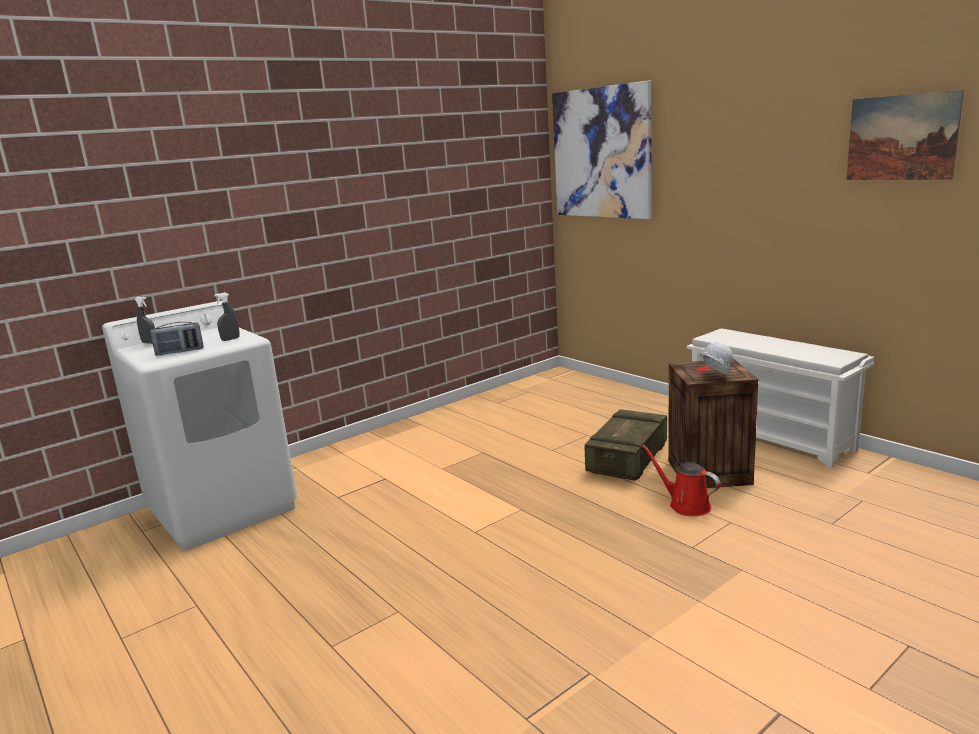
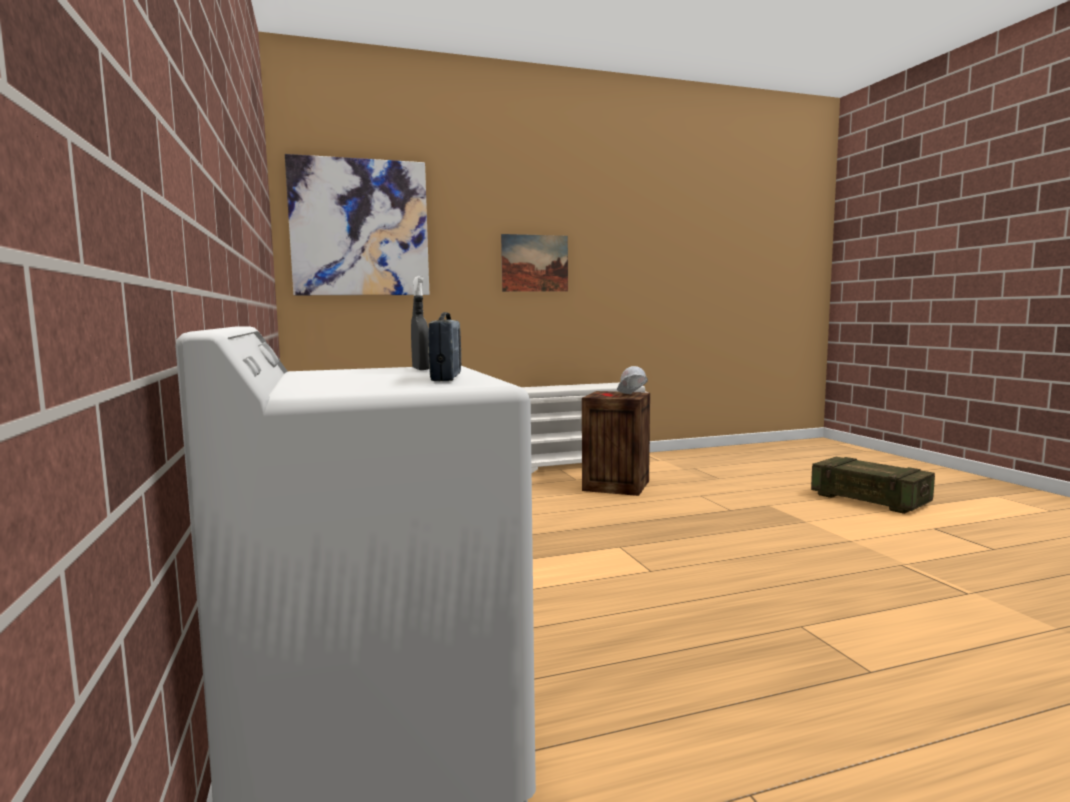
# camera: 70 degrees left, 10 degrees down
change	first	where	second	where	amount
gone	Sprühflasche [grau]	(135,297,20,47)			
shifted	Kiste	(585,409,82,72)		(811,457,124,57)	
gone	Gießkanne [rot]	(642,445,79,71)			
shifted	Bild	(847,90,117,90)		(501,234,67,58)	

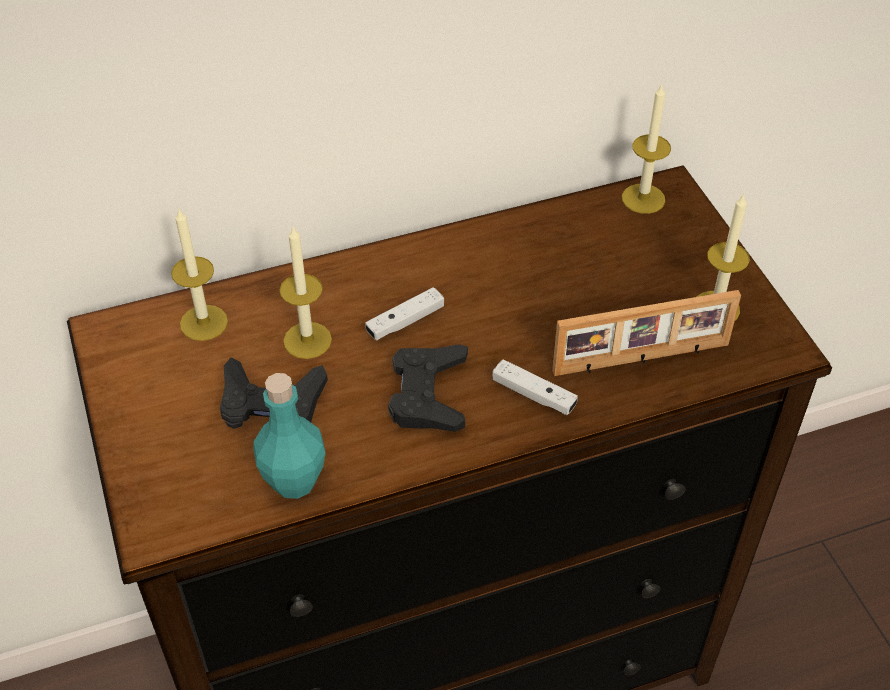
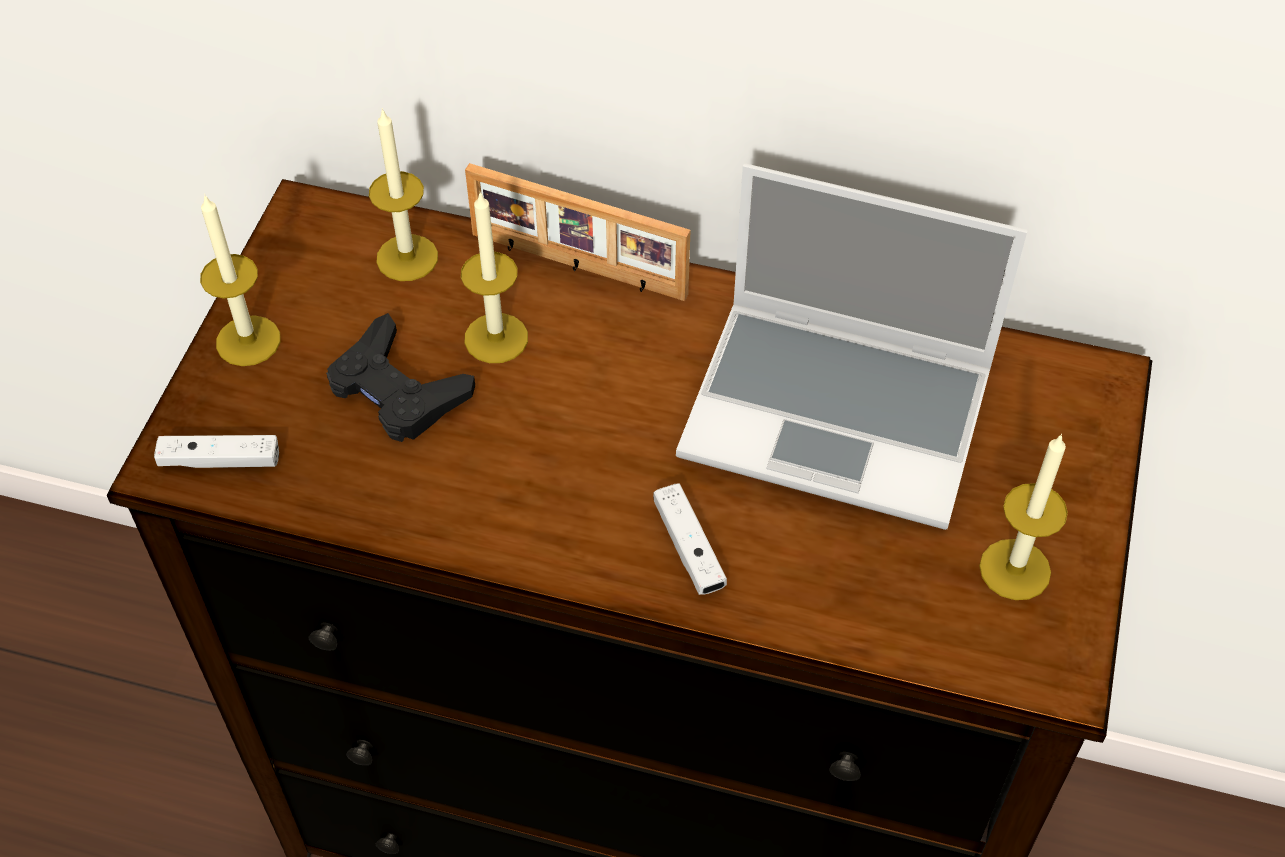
# camera: 35 degrees right, 5 degrees up
change	first	where	second	where	amount
gone	Flasche [türkis]	(253,373,73,126)			
shifted	Gamepad [weiß]	(365,287,79,53)		(154,435,125,33)	
gone	Gamepad [schwarz]	(388,344,80,88)			
shifted	Bilderrahmen	(552,290,189,86)		(465,163,226,138)	
shifted	Kerze	(622,84,49,130)		(200,195,80,171)	
new			Laptop	(676,163,351,367)	

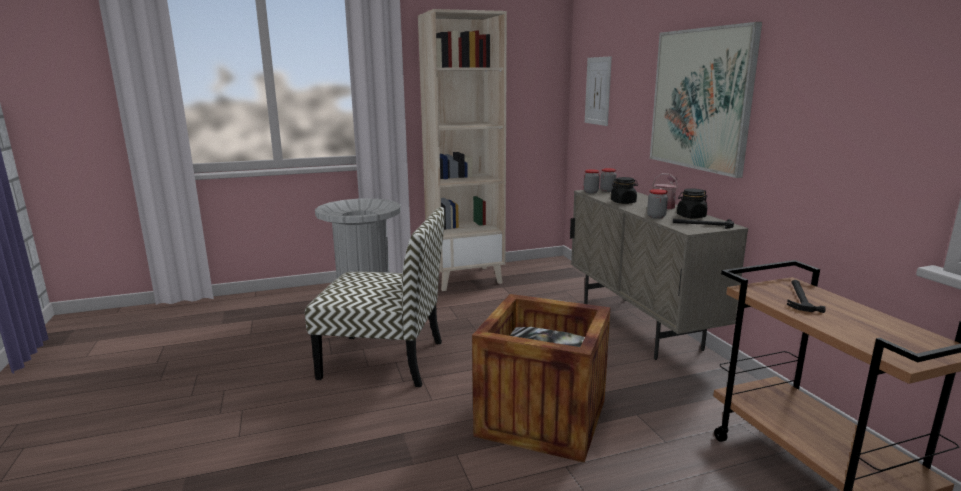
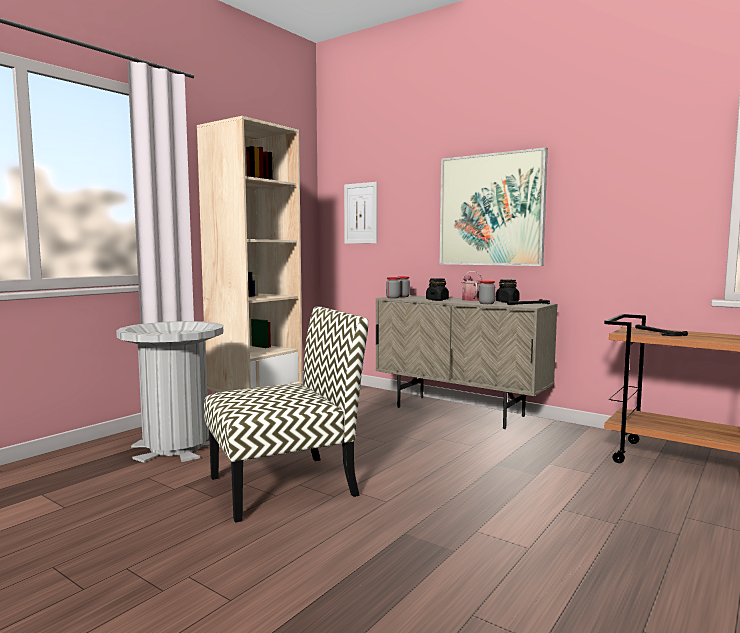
# camera: 35 degrees left, 10 degrees down
change	first	where	second	where	amount
gone	Kiste	(472,294,139,169)			

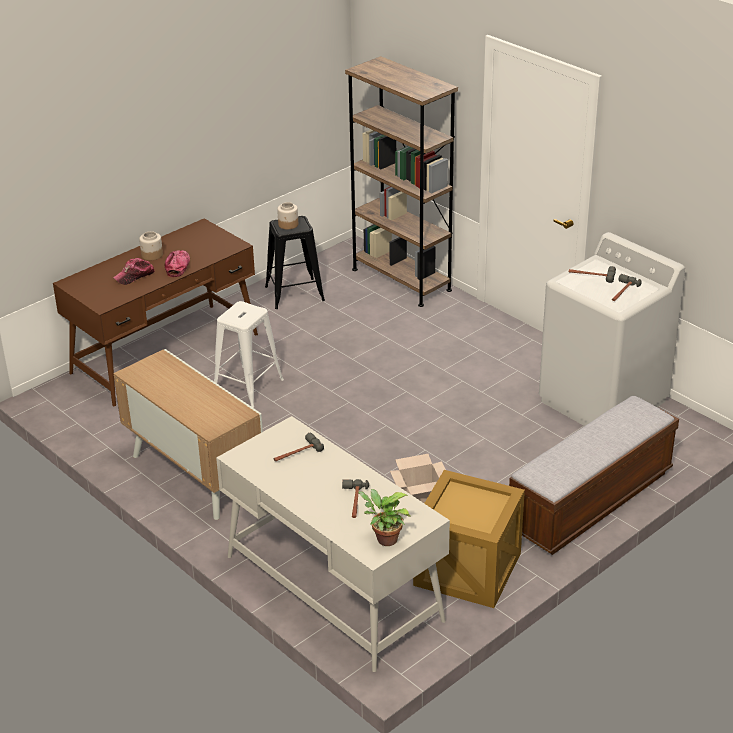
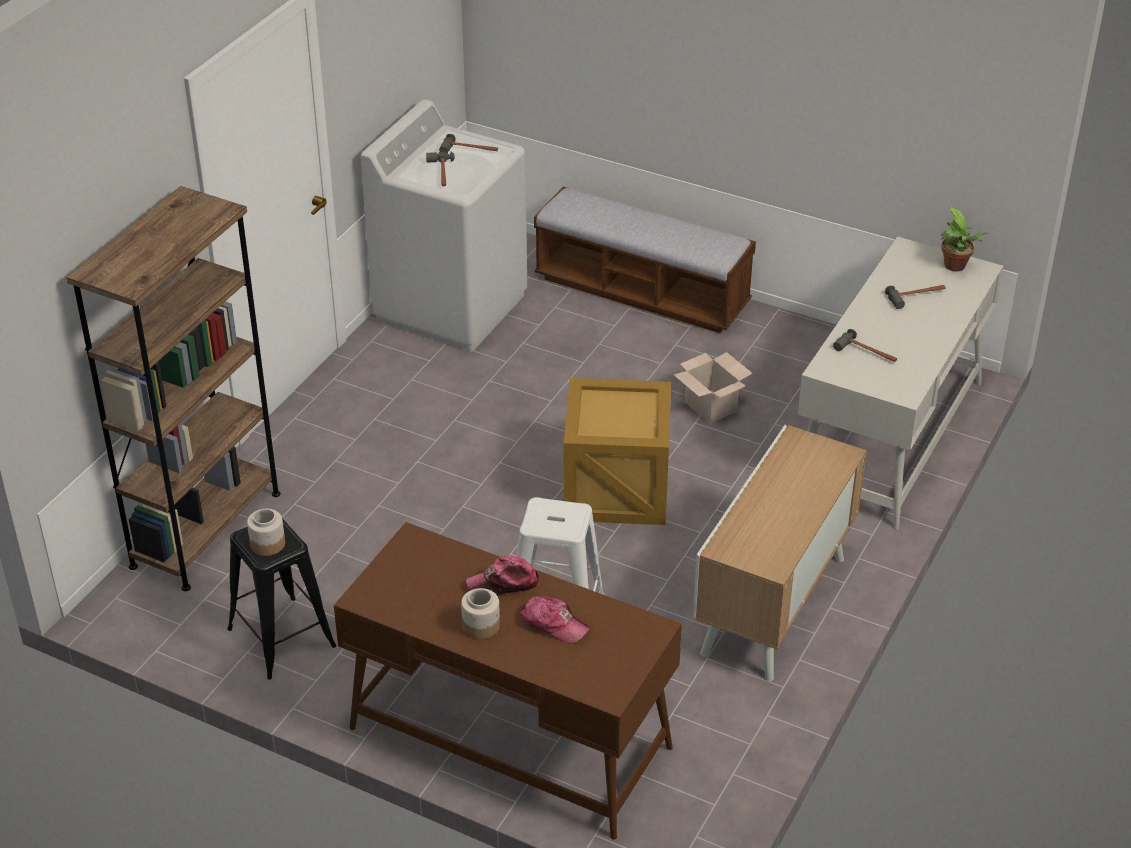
# camera: 110 degrees left, 5 degrees up
change	first	where	second	where	amount
shifted	Kiste	(413,470,112,138)		(564,378,107,147)	

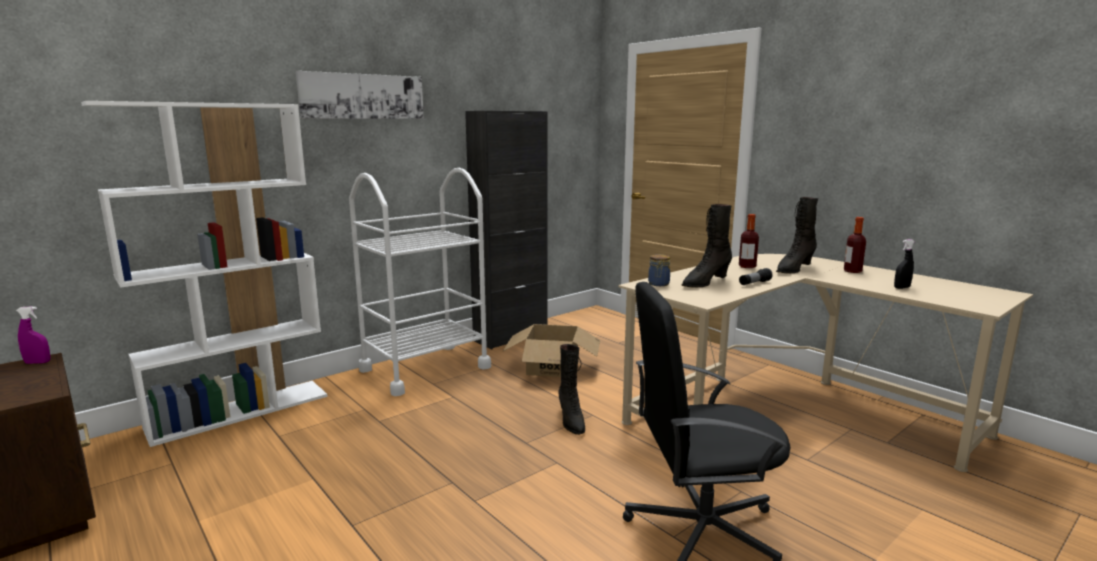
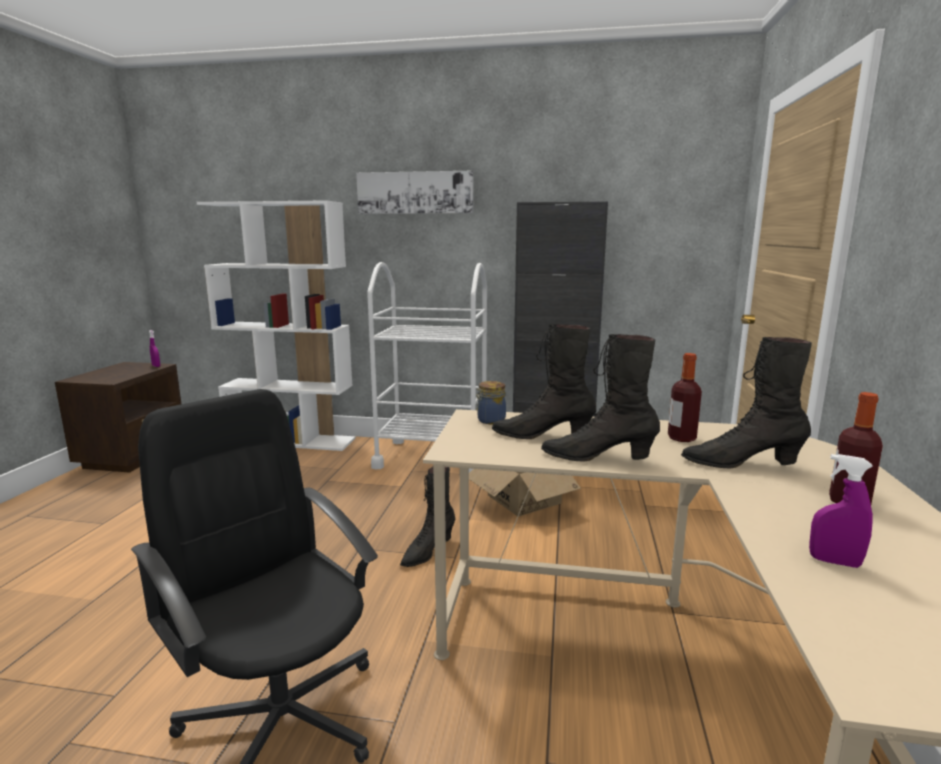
# camera: 50 degrees right, 0 degrees up
change	first	where	second	where	amount
swapped	Taschenlampe	(739,268,34,17)	Stiefel [schwarz]	(541,334,119,128)	
repainted	Sprühflasche [schwarz]	(894,239,21,50)	Sprühflasche [lila]	(809,454,64,114)	

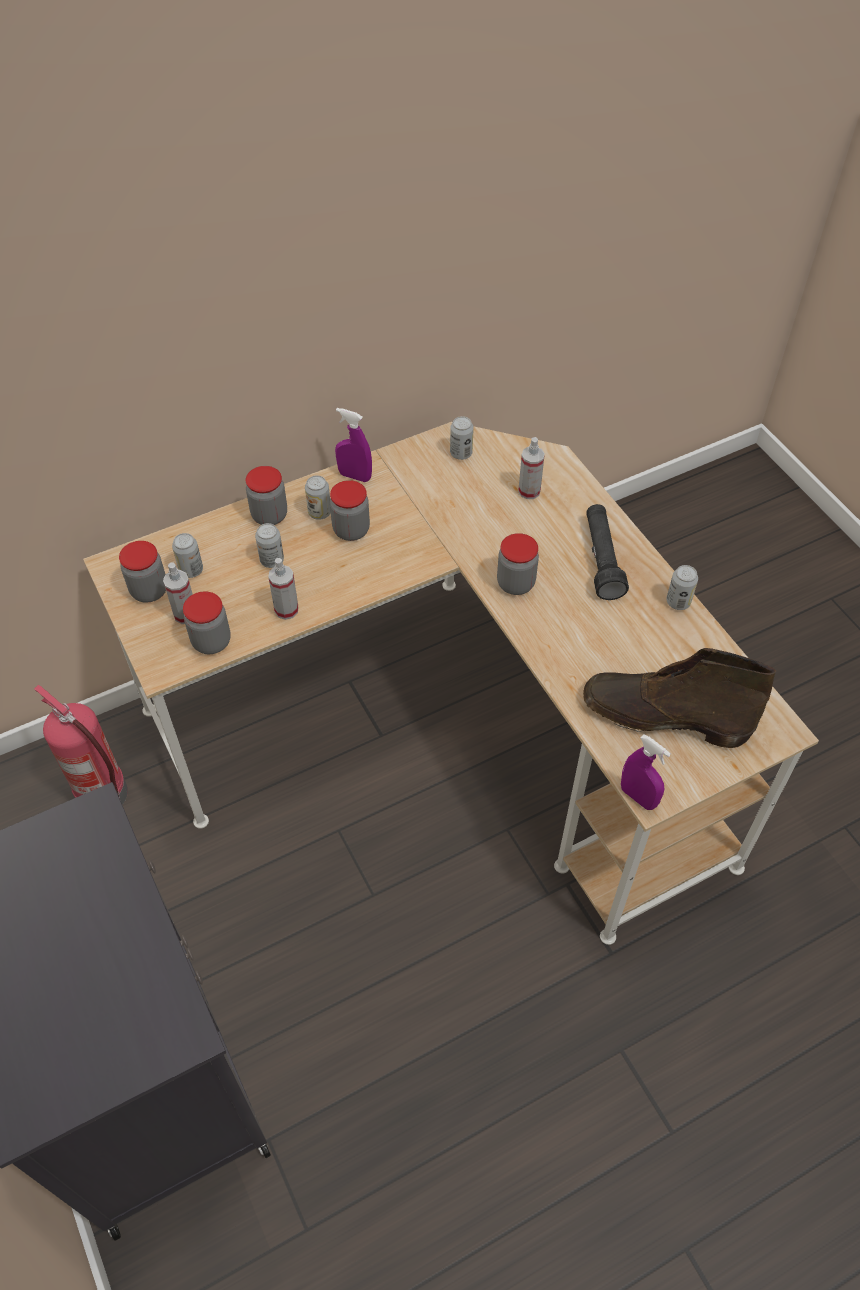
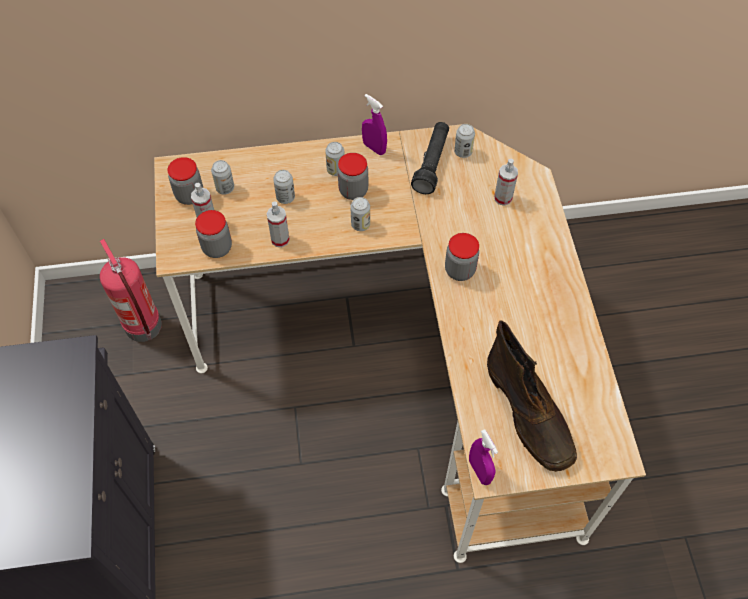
# camera: 20 degrees right, 5 degrees up
change	first	where	second	where	amount
gone	Vorratsglas	(246,466,41,59)			
rotated	Stiefel [braun]	(583,648,193,100)		(487,320,90,152)	150 degrees counterclockwise
shifted	Taschenlampe [schwarz]	(586,504,43,96)		(411,122,38,72)	
shifted	Dose	(666,565,32,45)		(350,197,20,34)	

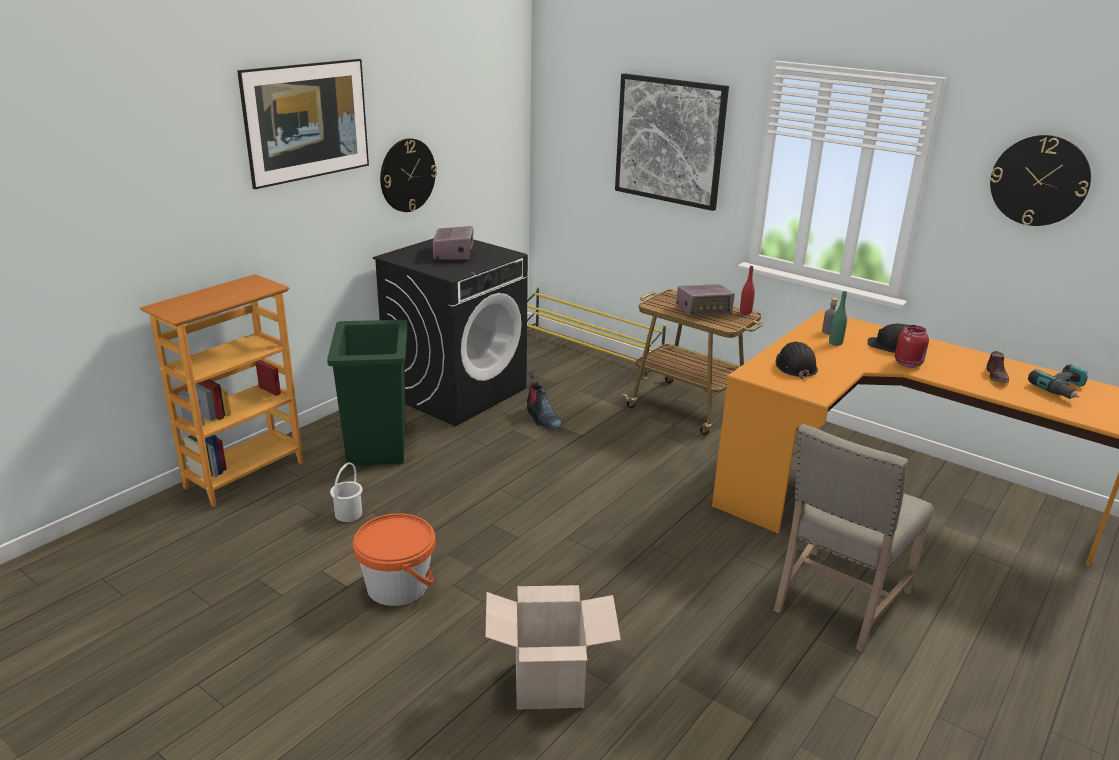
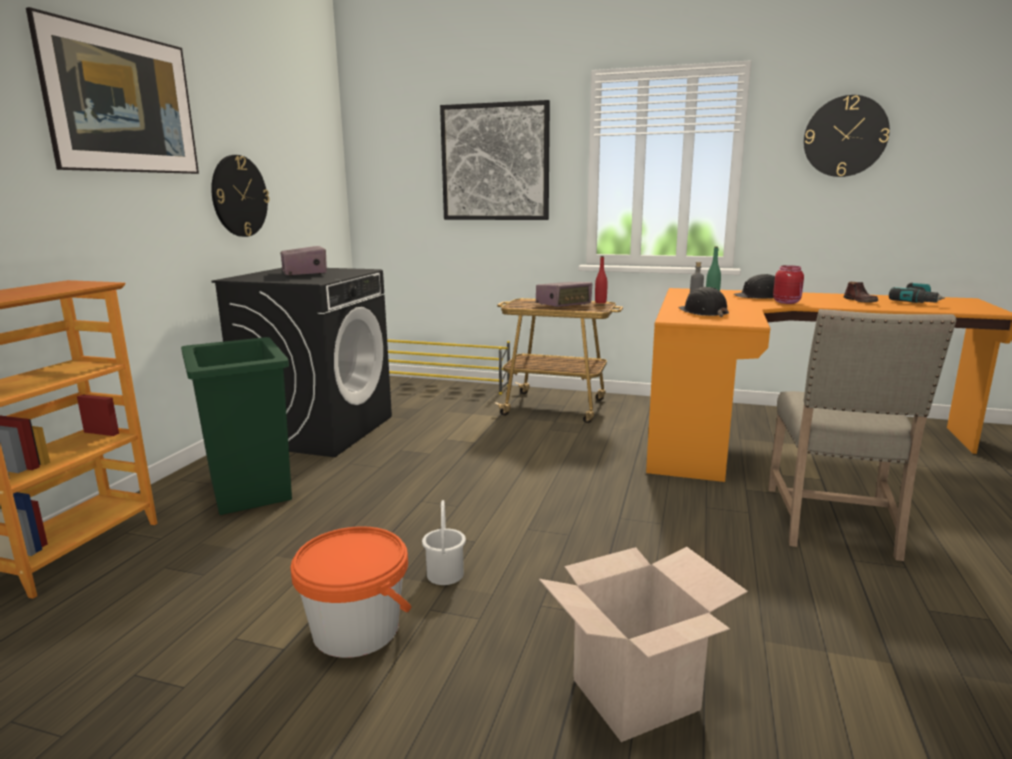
# camera: 20 degrees left, 10 degrees down
change	first	where	second	where	amount
shifted	Eimer [weiß]	(330,462,33,60)		(422,500,44,85)	
gone	Stiefel	(527,372,35,58)			

